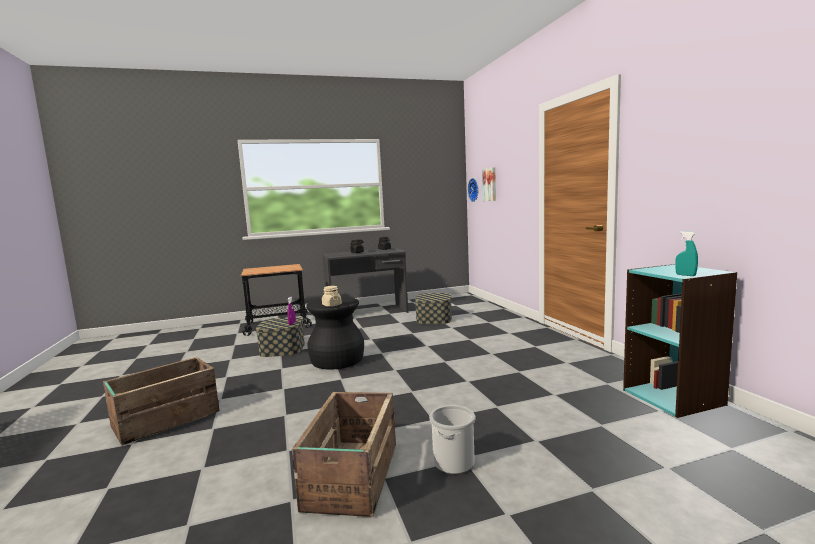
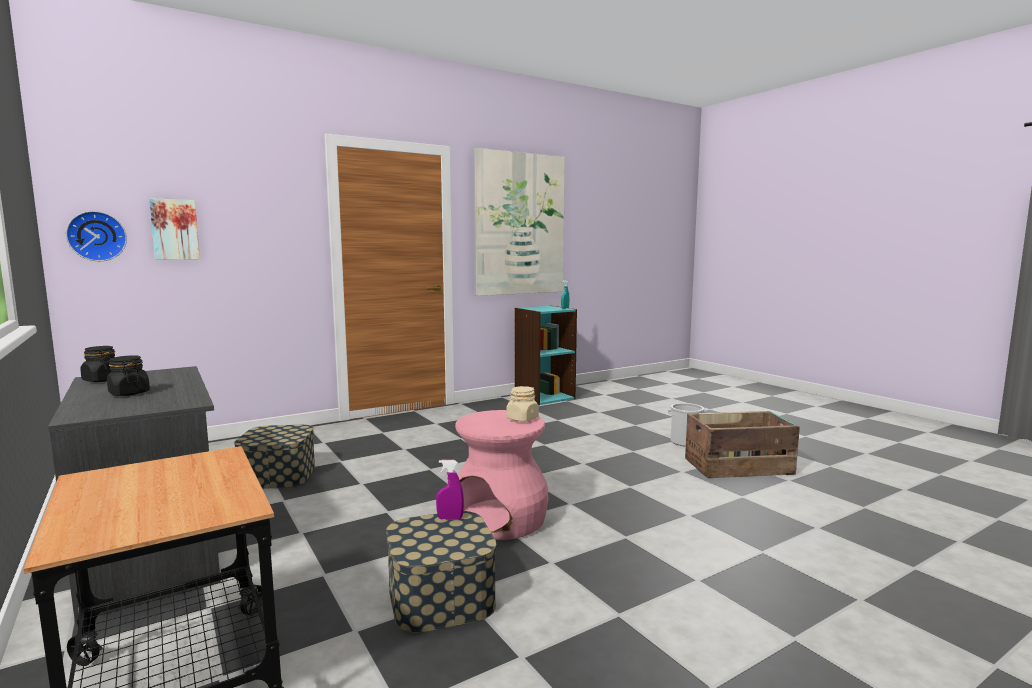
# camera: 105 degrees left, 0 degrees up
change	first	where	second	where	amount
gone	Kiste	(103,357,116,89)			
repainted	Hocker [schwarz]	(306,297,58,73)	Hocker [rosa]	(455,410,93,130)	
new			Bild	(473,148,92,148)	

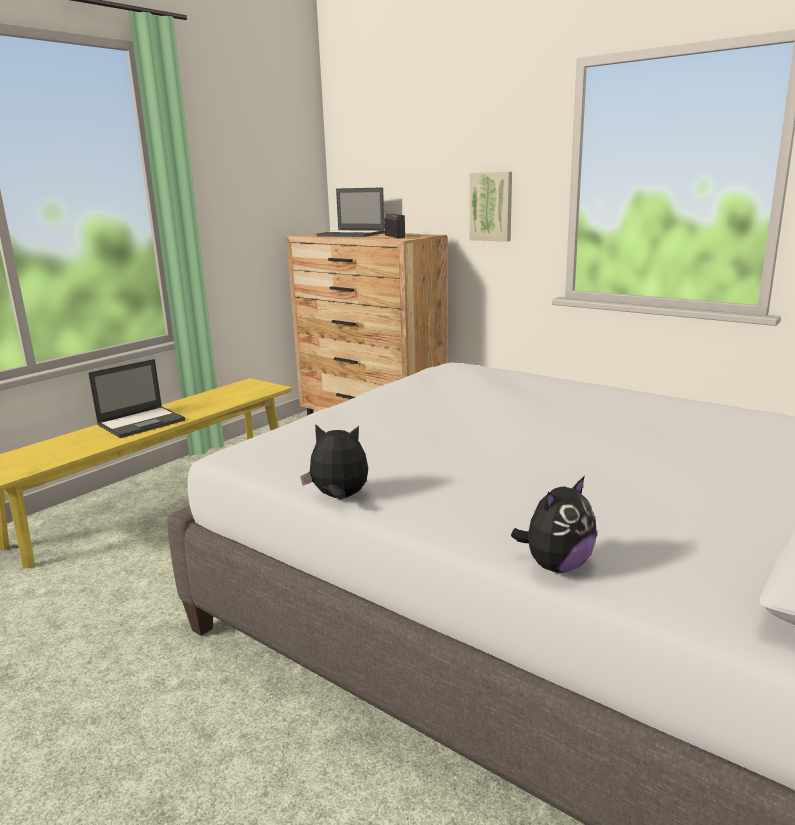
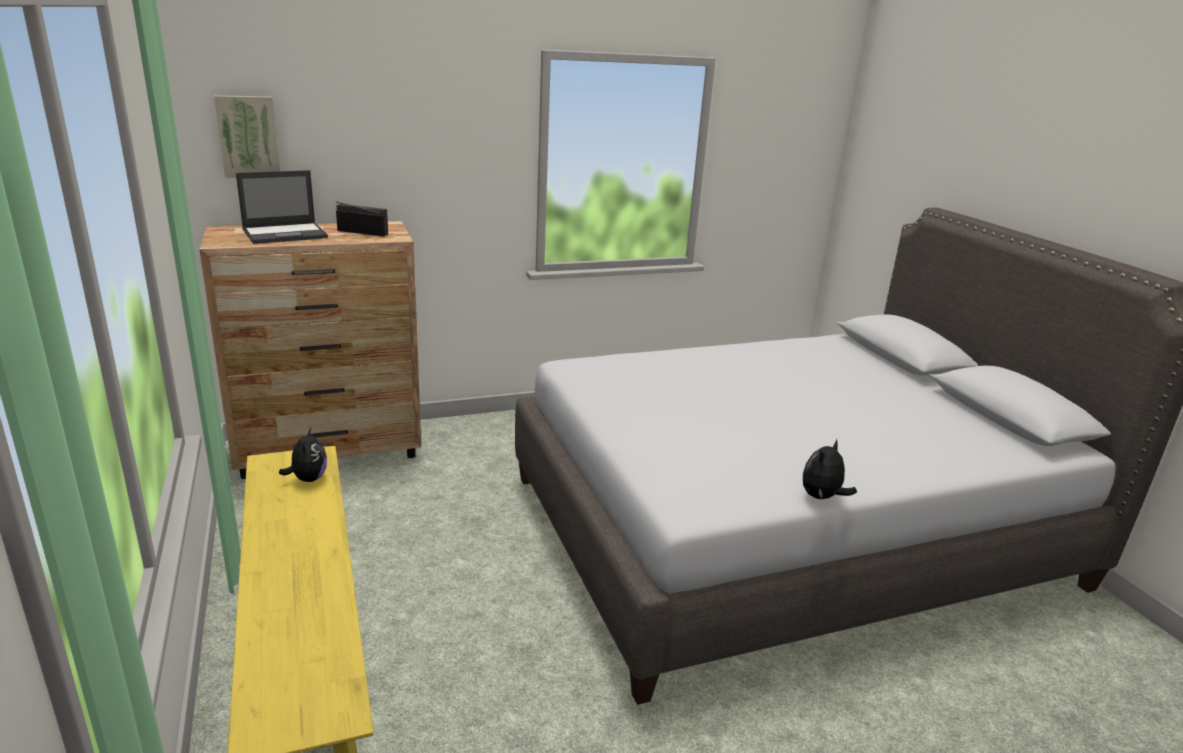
# camera: 60 degrees left, 5 degrees up
change	first	where	second	where	amount
gone	Laptop	(88,359,97,79)			
shifted	Bild	(470,172,42,70)		(214,95,66,83)	
shifted	Plüschtier	(511,476,86,97)		(279,428,48,54)	

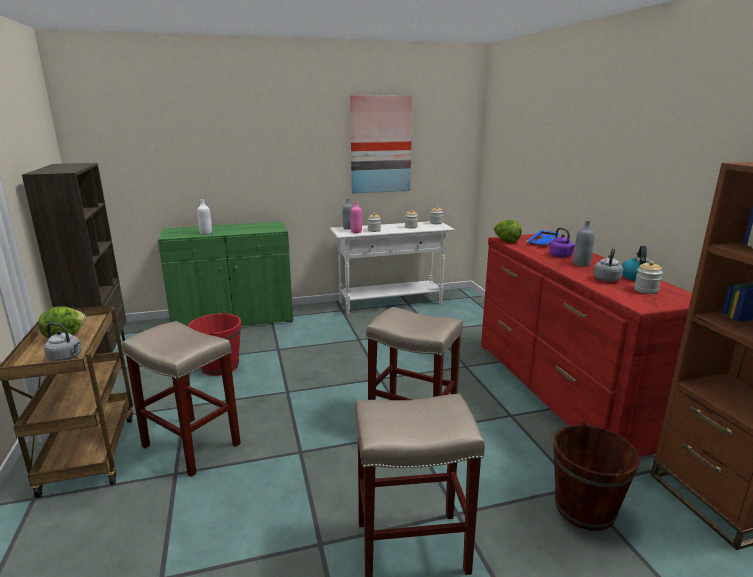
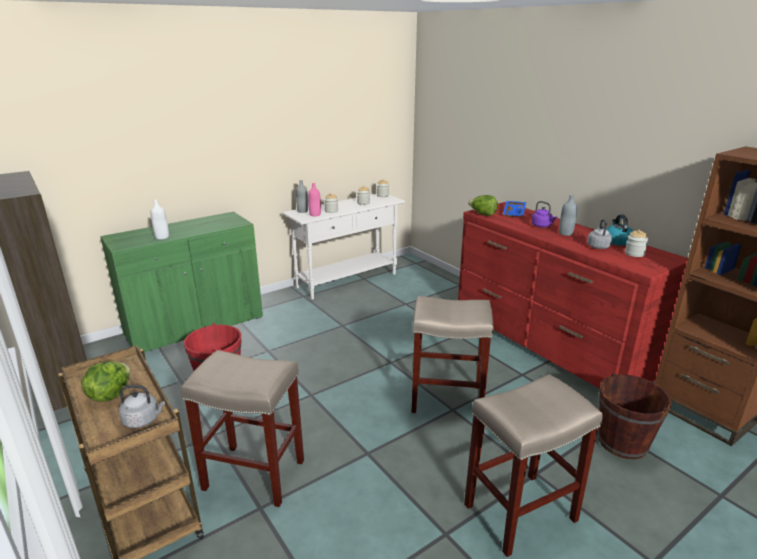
# camera: 20 degrees left, 5 degrees up
change	first	where	second	where	amount
gone	Bild	(350,95,62,98)			

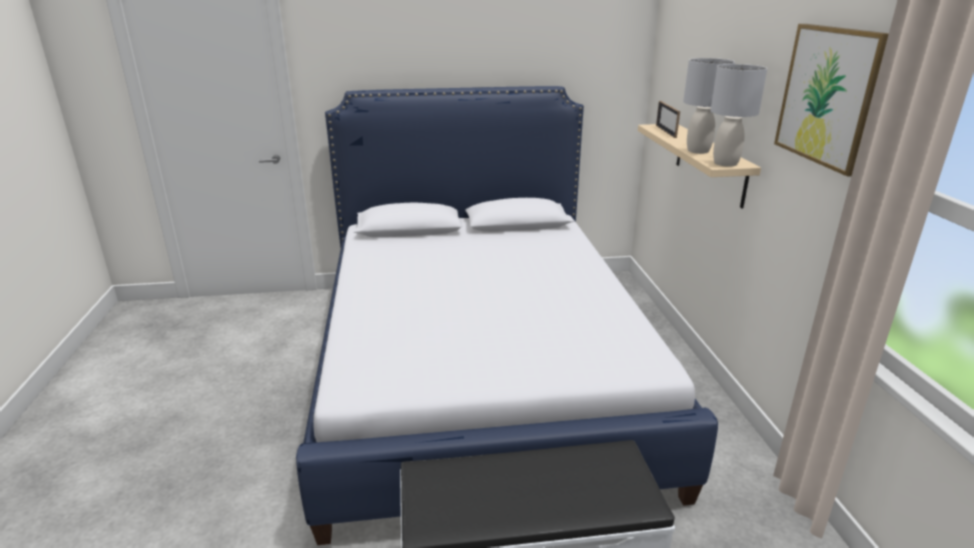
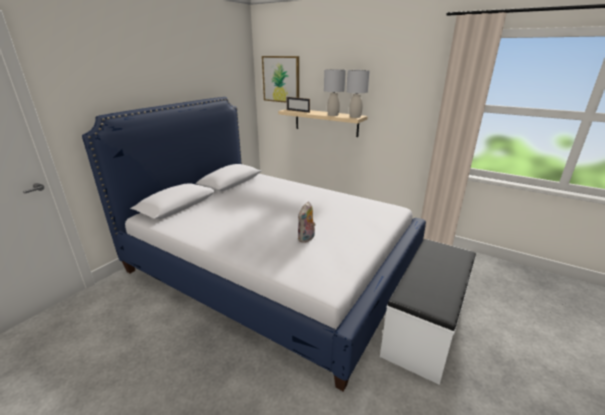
# camera: 50 degrees left, 0 degrees up
change	first	where	second	where	amount
shifted	Bild	(774,24,115,153)		(262,56,37,47)	
new			Plüschtier	(298,201,18,42)	

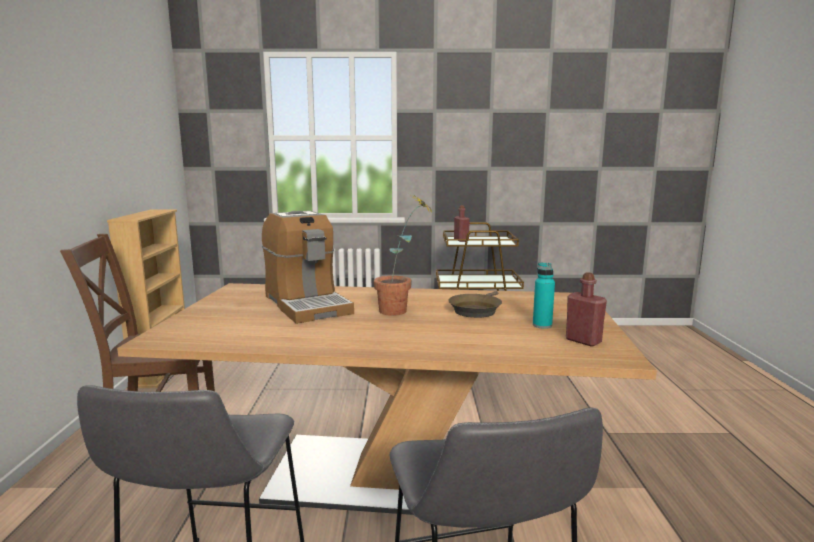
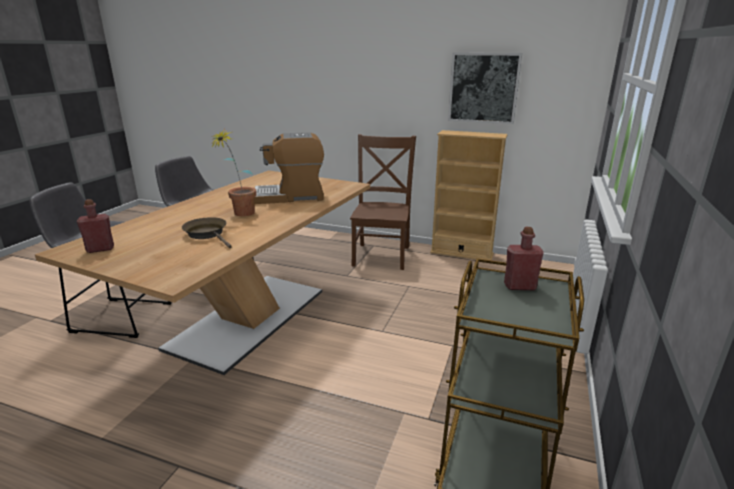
# camera: 110 degrees right, 10 degrees up
change	first	where	second	where	amount
gone	Flasche [türkis]	(533,262,22,67)			
new			Bild	(448,53,74,71)	

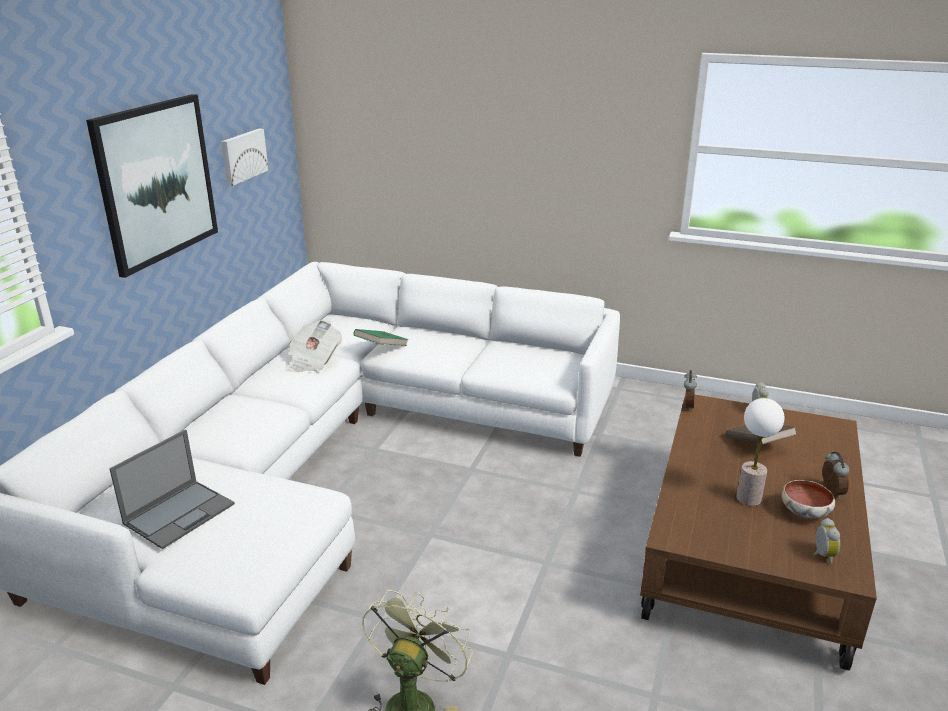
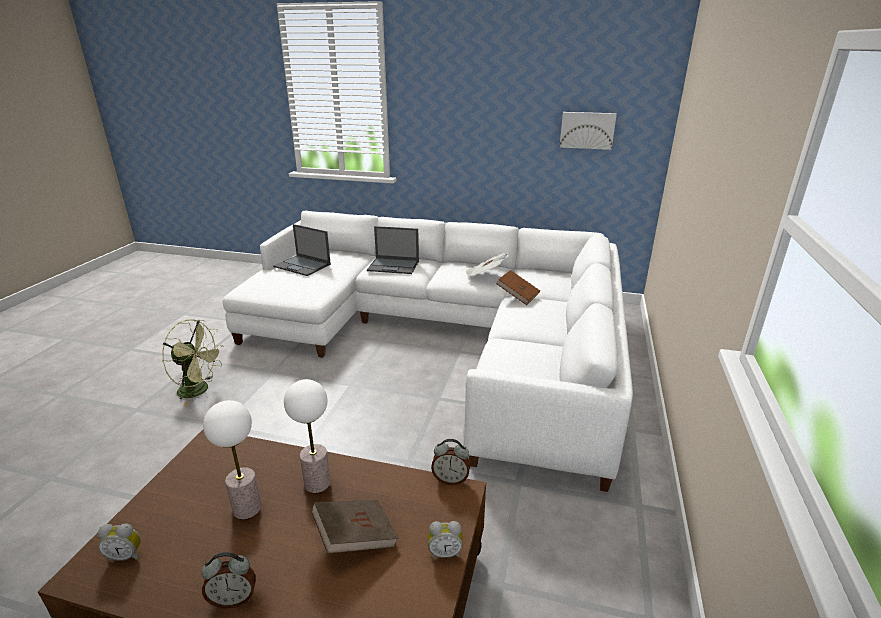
# camera: 85 degrees right, 0 degrees up
change	first	where	second	where	amount
gone	Bild	(86,94,132,184)			
repainted	Buch [grün]	(354,329,54,17)	Buch [braun]	(496,270,44,35)	
gone	Schüssel	(781,480,54,38)			
new			Tischlampe	(284,379,47,114)	
new			Laptop	(367,226,52,48)	

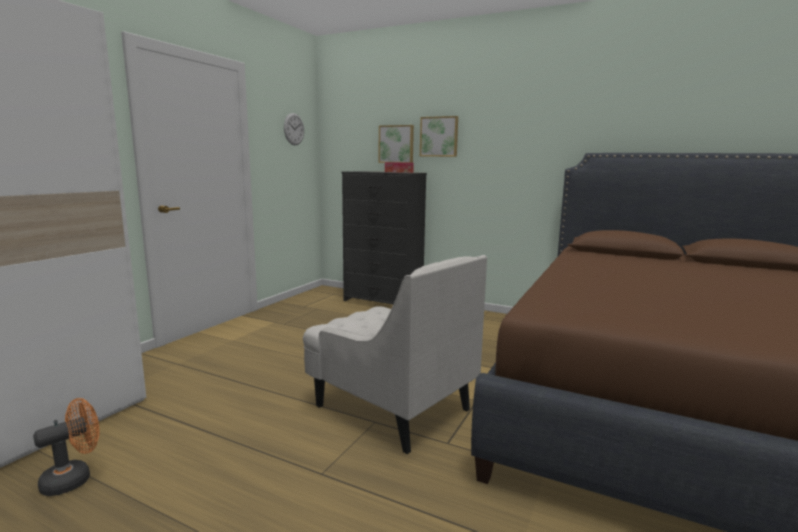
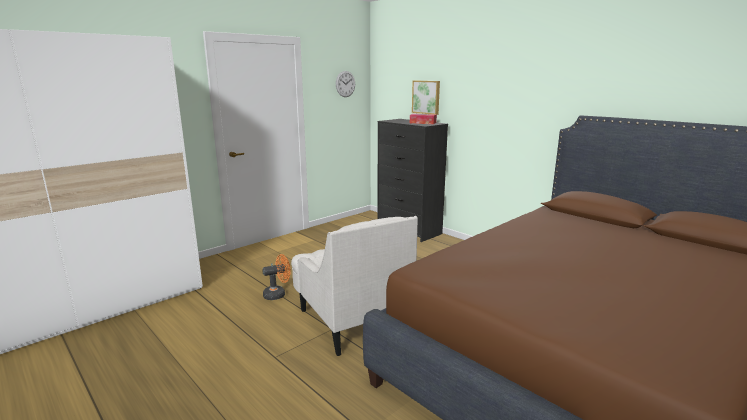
# camera: 20 degrees right, 5 degrees up
change	first	where	second	where	amount
shifted	Ventilator [orange]	(33,398,66,98)		(262,254,29,46)	
gone	Bild	(420,116,38,41)			

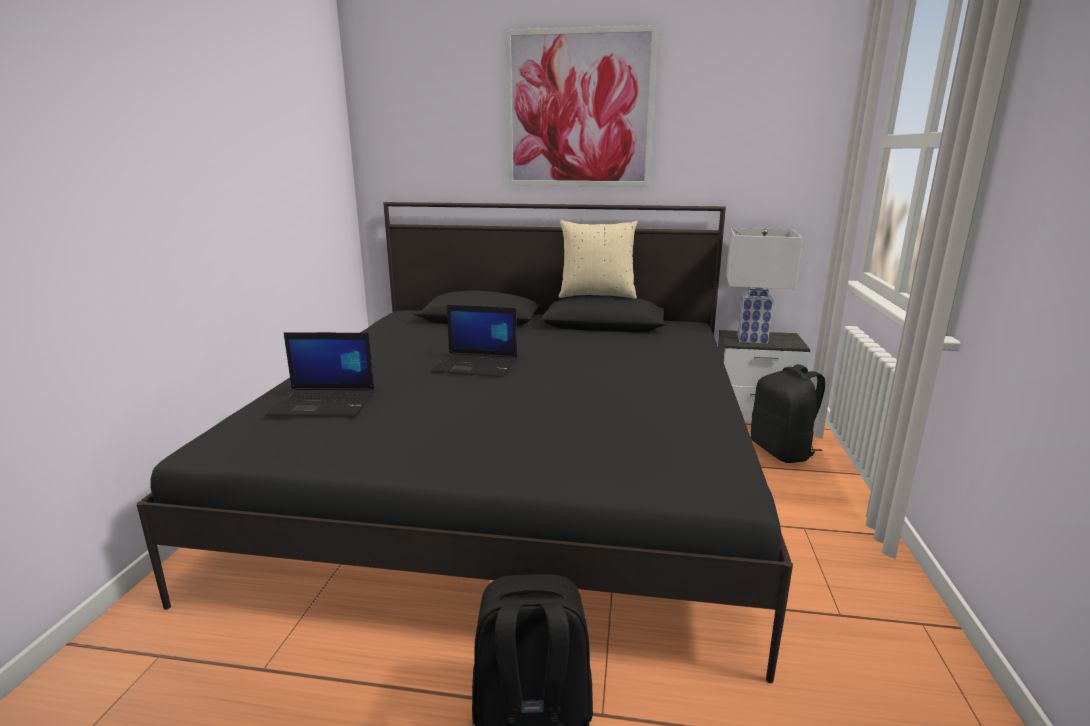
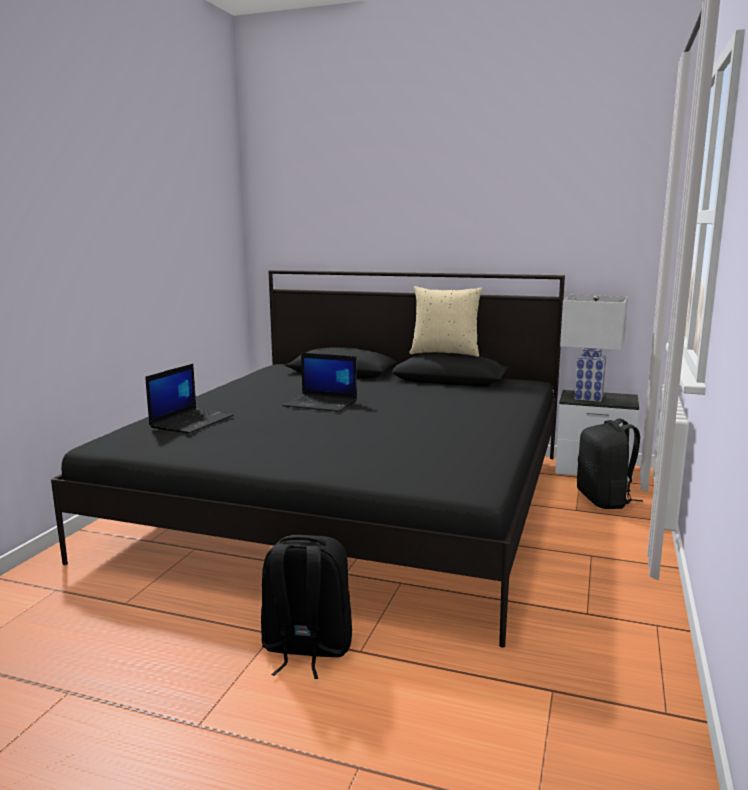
# camera: 10 degrees right, 5 degrees down
change	first	where	second	where	amount
rotated	Laptop	(265,332,110,85)		(145,364,89,70)	75 degrees counterclockwise
gone	Bild	(505,25,153,162)			

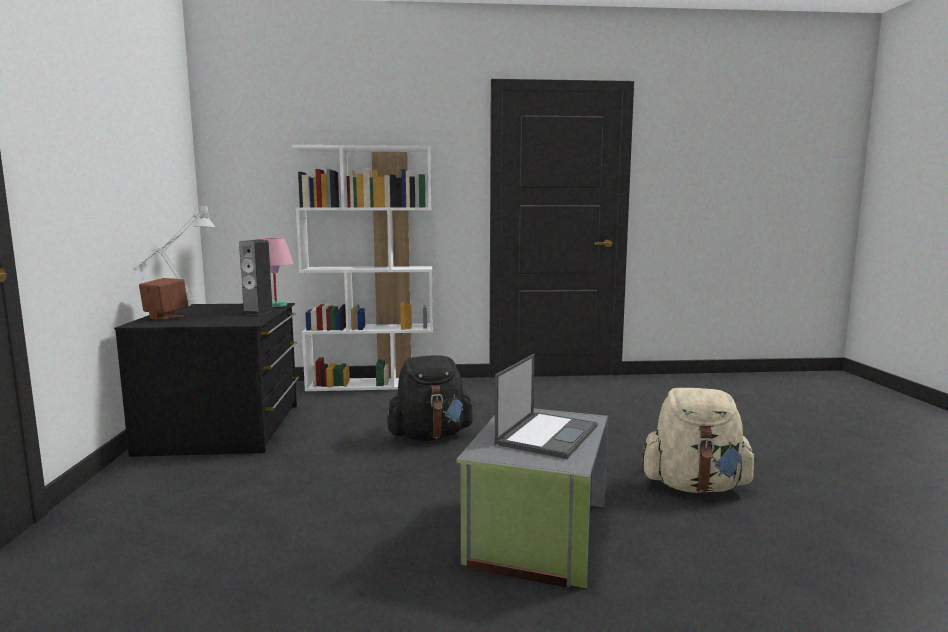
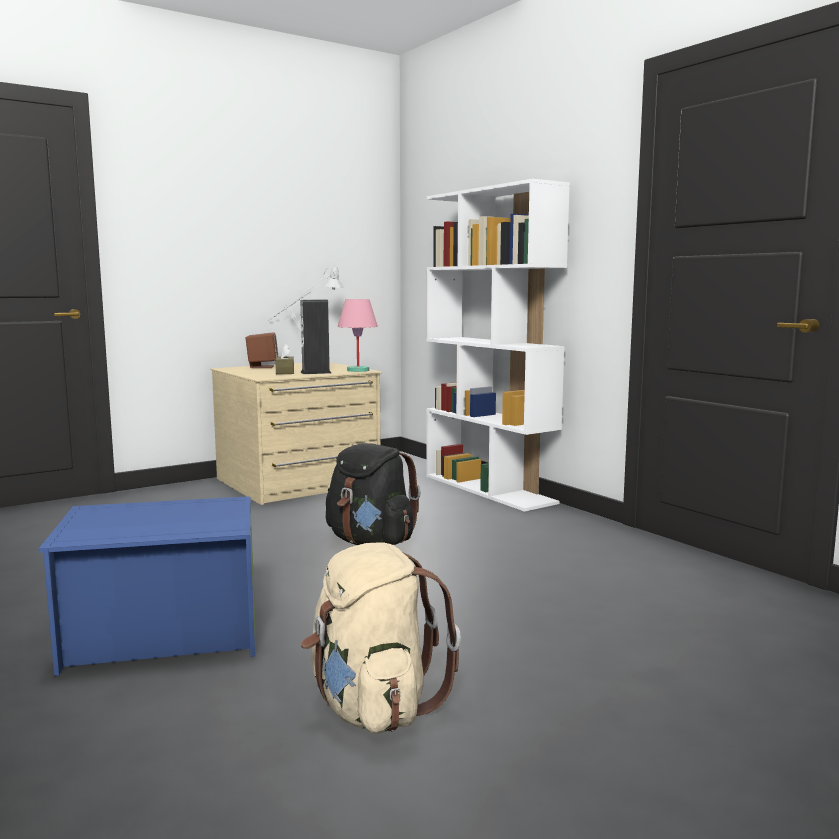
# camera: 60 degrees right, 0 degrees up
change	first	where	second	where	amount
repainted	Kommode [schwarz]	(114,303,185,154)	Kommode [beige]	(210,362,172,143)	
repainted	Aufbewahrungsbox [grau]	(457,408,151,180)	Aufbewahrungsbox [blau]	(38,496,217,180)	
gone	Laptop	(495,354,102,105)			
new			Taschentuchbox [braun]	(275,344,19,30)	

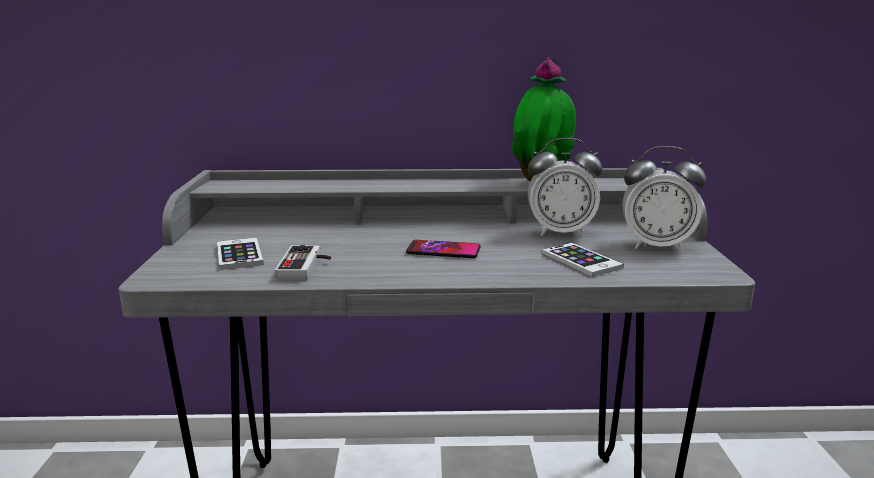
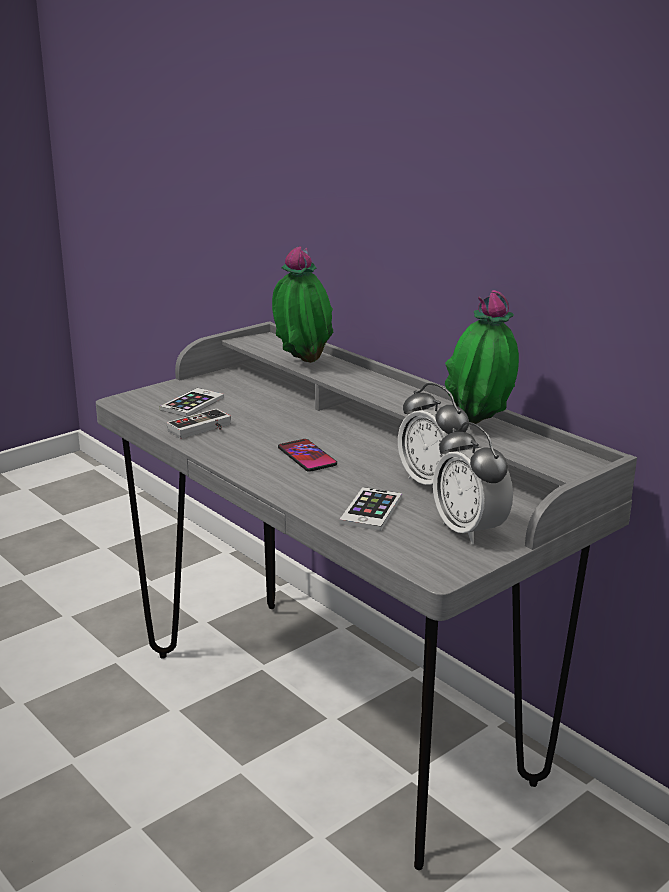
# camera: 50 degrees right, 5 degrees up
change	first	where	second	where	amount
new			Topfpflanze	(272,246,61,117)	

